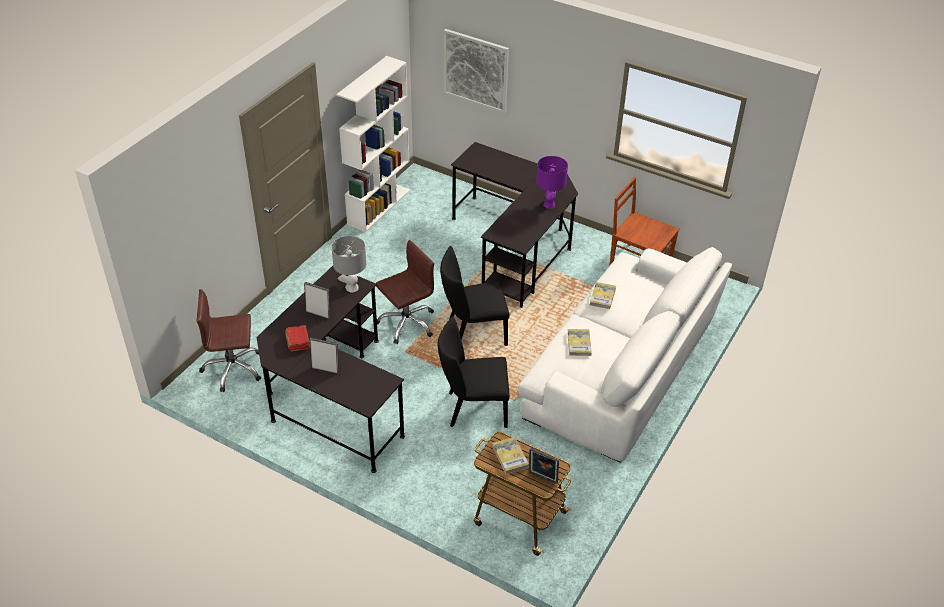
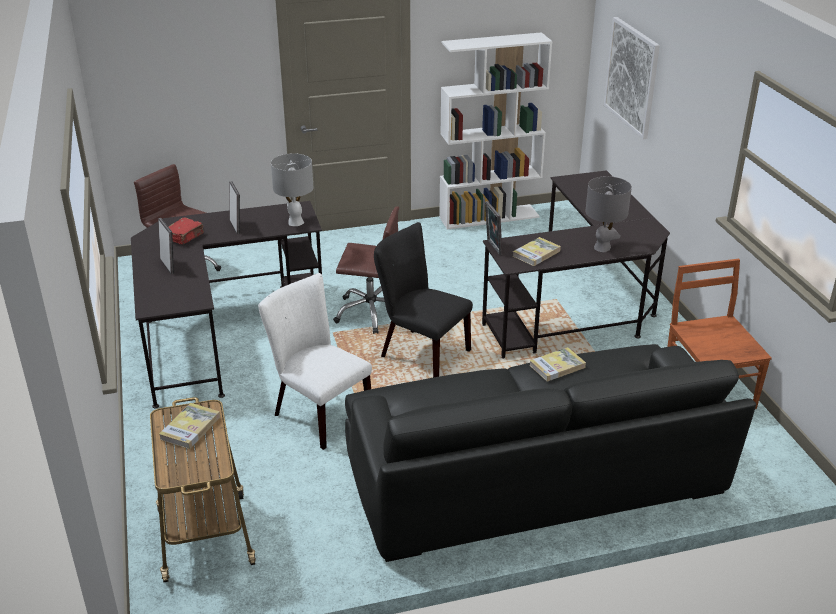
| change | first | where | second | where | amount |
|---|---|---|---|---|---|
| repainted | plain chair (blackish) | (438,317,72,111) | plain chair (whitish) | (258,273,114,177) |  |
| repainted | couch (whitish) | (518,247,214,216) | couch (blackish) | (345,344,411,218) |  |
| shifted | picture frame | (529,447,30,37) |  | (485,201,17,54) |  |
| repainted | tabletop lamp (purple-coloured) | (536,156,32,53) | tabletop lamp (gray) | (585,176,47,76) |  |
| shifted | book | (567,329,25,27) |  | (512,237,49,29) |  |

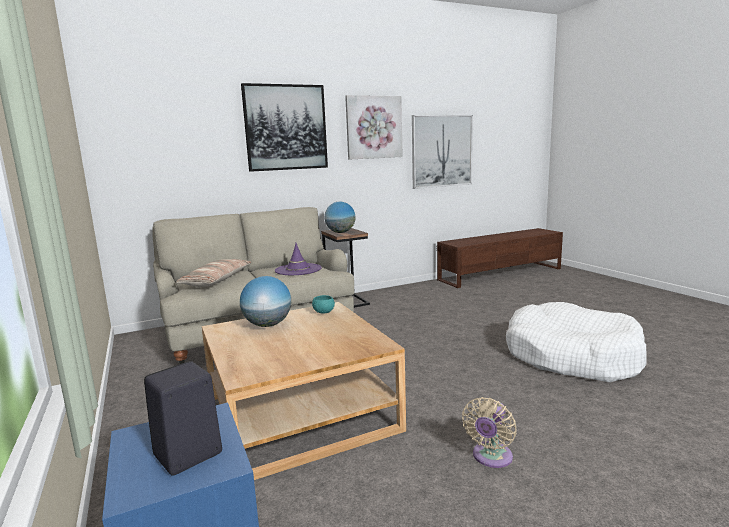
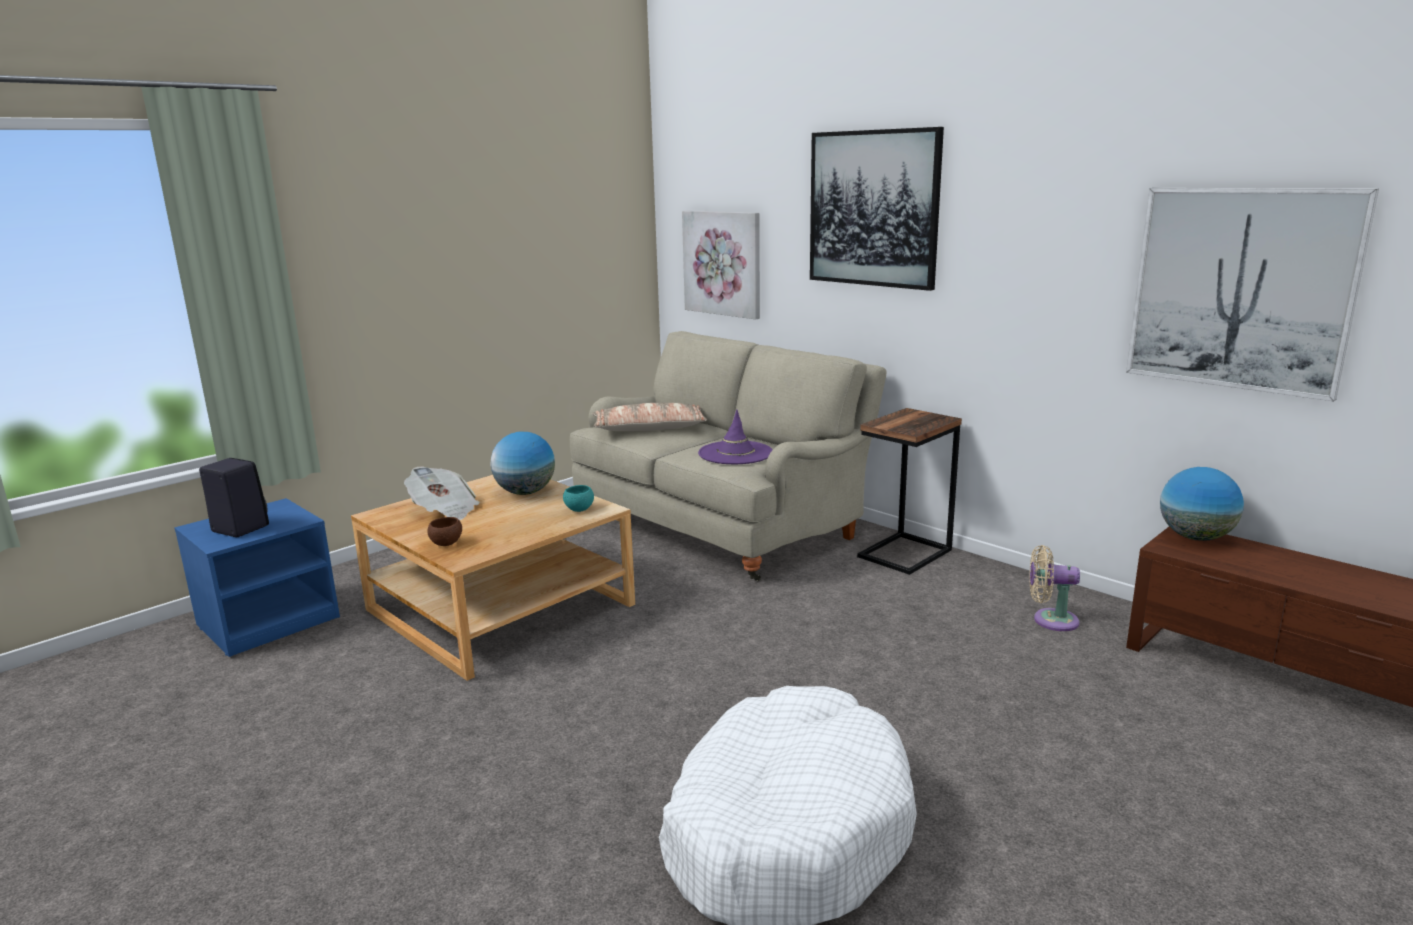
| change | first | where | second | where | amount |
|---|---|---|---|---|---|
| shifted | world globe | (324,202,32,31) |  | (1160,467,84,74) |  |
| shifted | picture | (345,95,58,64) |  | (682,211,78,109) |  |
| shifted | cooling fan (sand-coloured) | (462,397,55,71) |  | (1029,545,51,86) |  |
| new |  |  | newspaper | (404,466,76,55) |  |
| new |  |  | deep dish (brown) | (427,517,35,29) |  |

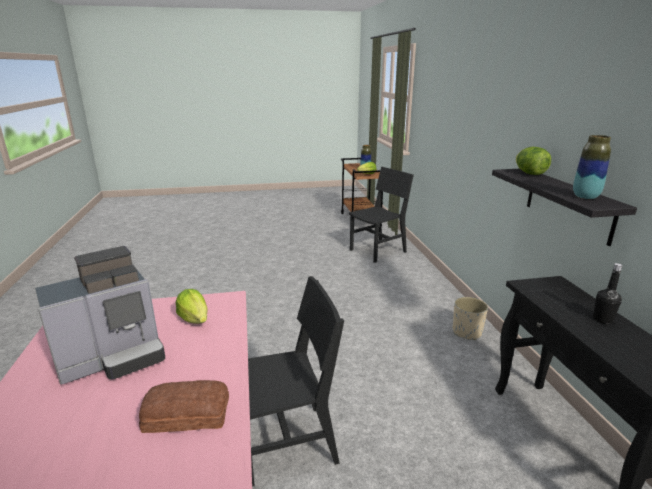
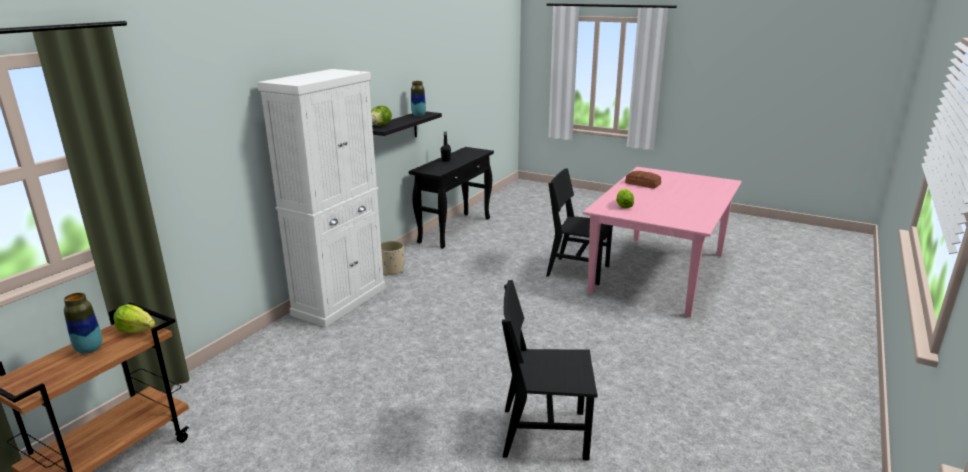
| change | first | where | second | where | amount |
|---|---|---|---|---|---|
| gone | coffee brewer | (35,246,130,139) |  |  |  |
| shifted | plain chair (blackish) | (349,167,65,96) |  | (502,280,96,180) |  |
| new |  |  | cabinet (whitish) | (257,69,129,258) |  |

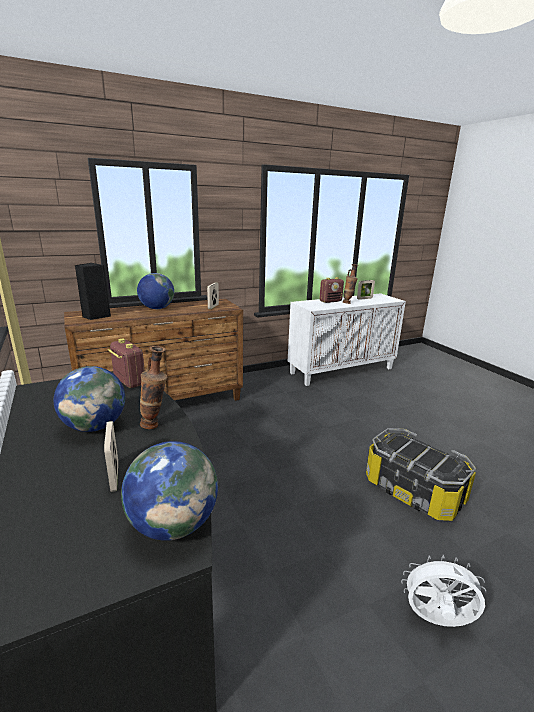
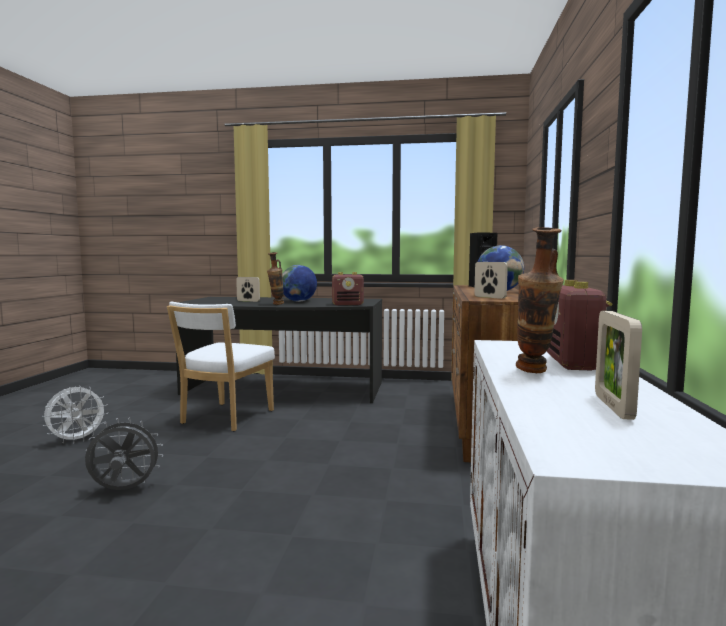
| change | first | where | second | where | amount |
|---|---|---|---|---|---|
| gone | world globe | (121,441,97,100) |  |  |  |
| swapped | storage bin | (366,428,110,93) | cooling fan (gray) | (85,417,78,73) |  |
| new |  |  | plain chair (whitish) | (167,302,108,129) |  |

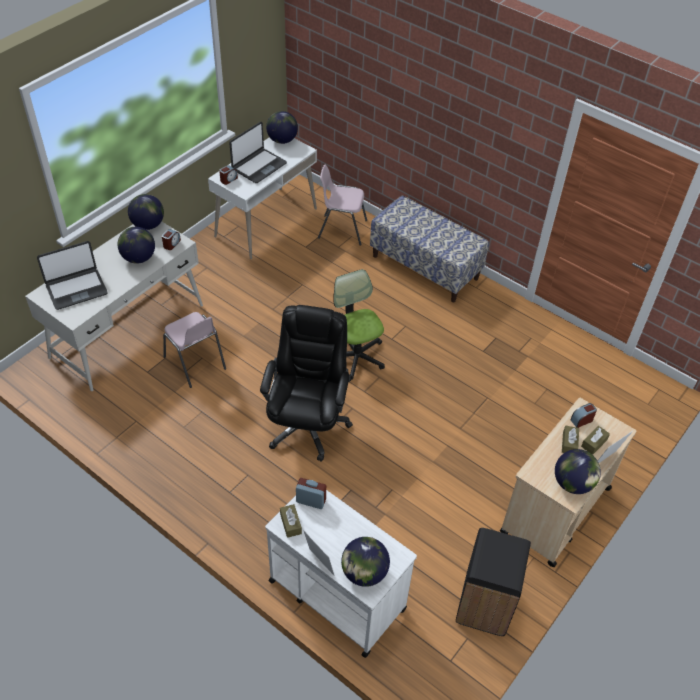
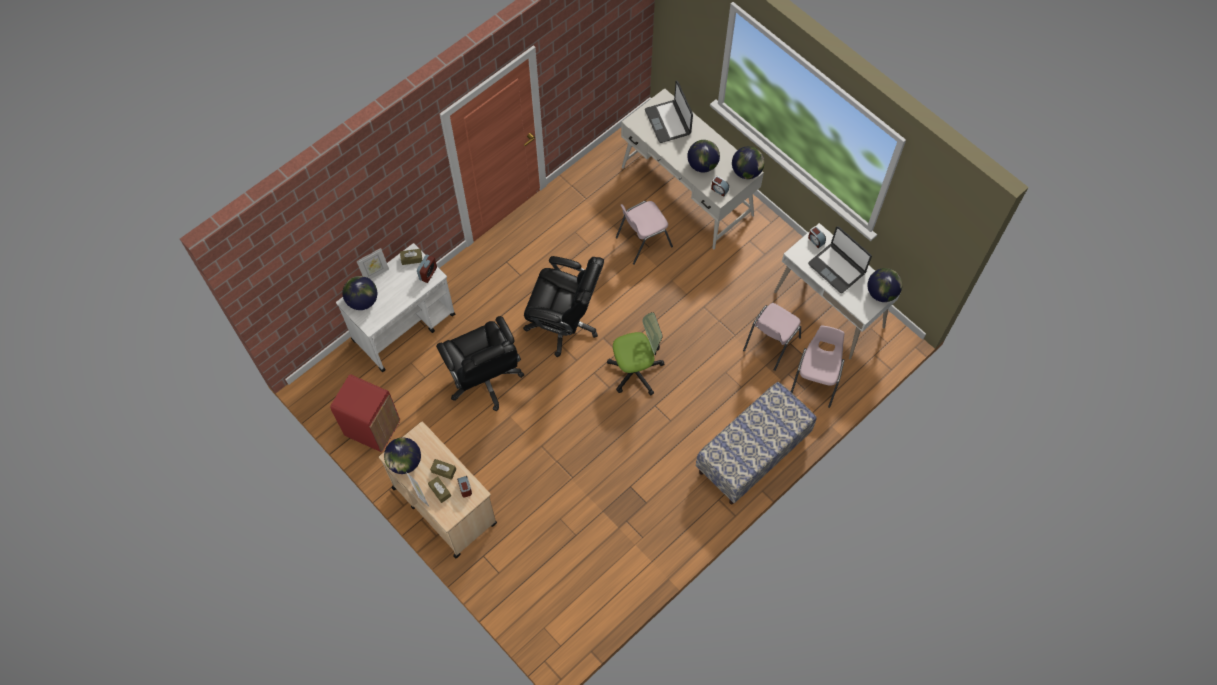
| change | first | where | second | where | amount |
|---|---|---|---|---|---|
| repainted | rubbish bin (blackish) | (456,528,75,108) | rubbish bin (red-coloured) | (330,374,70,78) |  |
| new |  |  | desk chair (blackish) | (436,316,88,95) |  |
| new |  |  | plain chair (pinkish) | (743,303,58,68) |  |

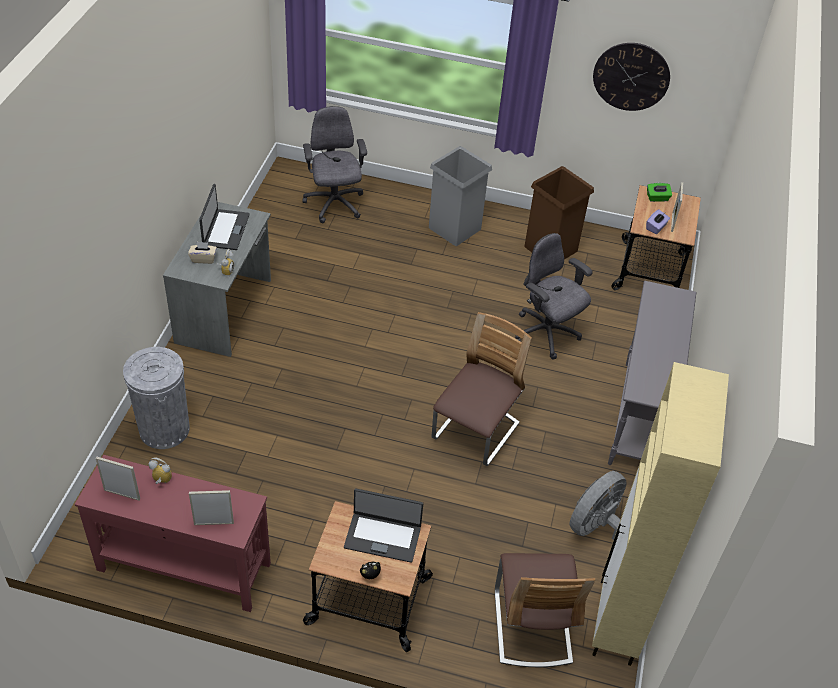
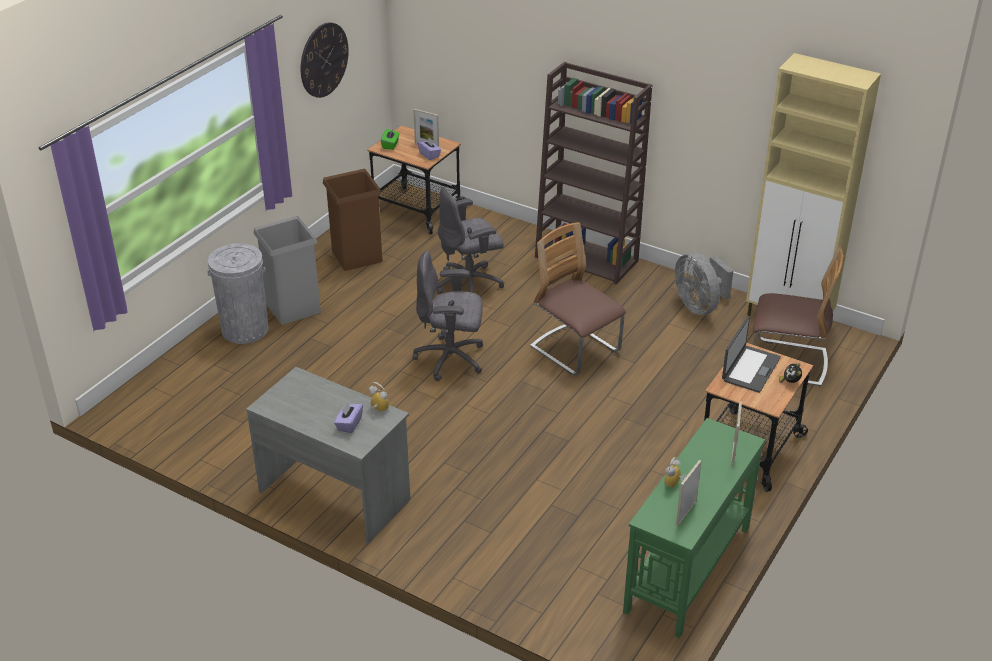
| change | first | where | second | where | amount |
|---|---|---|---|---|---|
| repainted | console table (red-coloured) | (75,455,196,157) | console table (greenish) | (623,418,142,220) |  |
| shifted | rubbish bin (gray) | (123,347,67,102) |  | (207,243,62,101) |  |
| repainted | tissue box (sand-coloured) | (188,242,29,22) | tissue box (purple-coloured) | (334,402,29,31) |  |
| gone | portable computer | (199,184,51,66) |  |  |  |
| shifted | desk chair (gray) | (302,106,65,117) |  | (413,251,70,131) |  |
| swapped | console table (gray) | (608,281,88,184) | shelving unit (brown) | (535,62,117,223) |  |

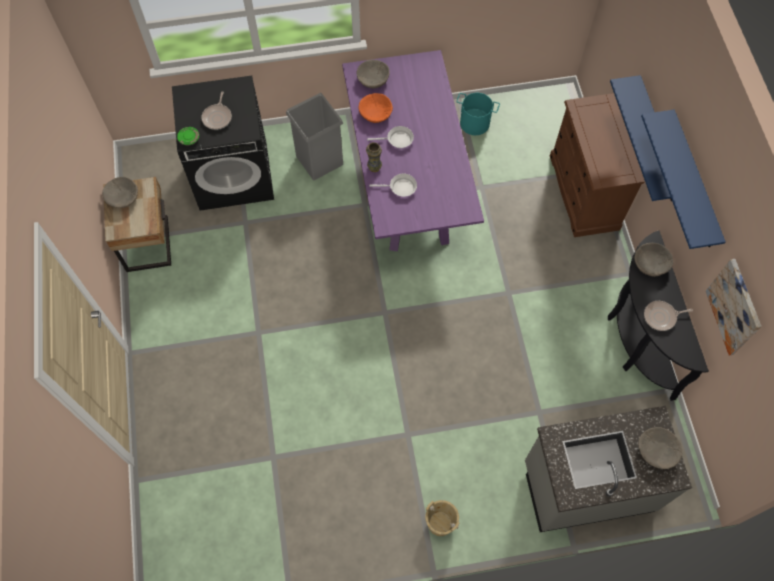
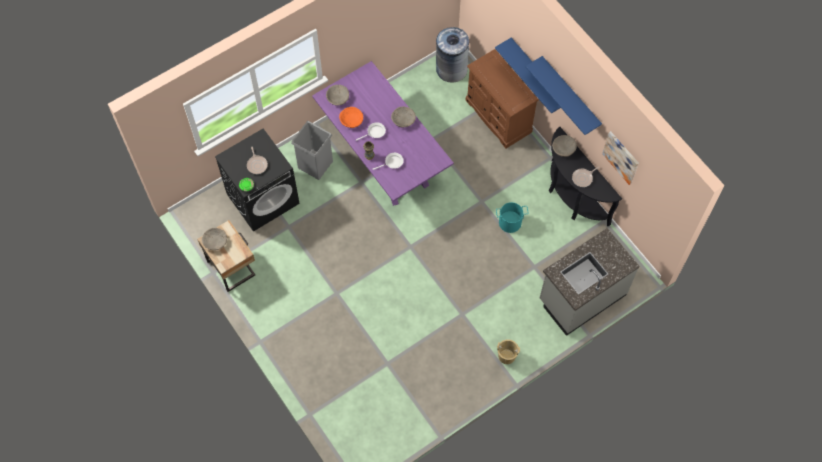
| change | first | where | second | where | amount |
|---|---|---|---|---|---|
| shifted | pail (turquoise) | (456,93,44,42) |  | (496,202,33,31) |  |
| shifted | deep dish (sand-coloured) | (638,427,44,42) |  | (391,106,25,22) |  |
| new |  |  | rubbish bin (gray) | (436,27,33,56) |  |

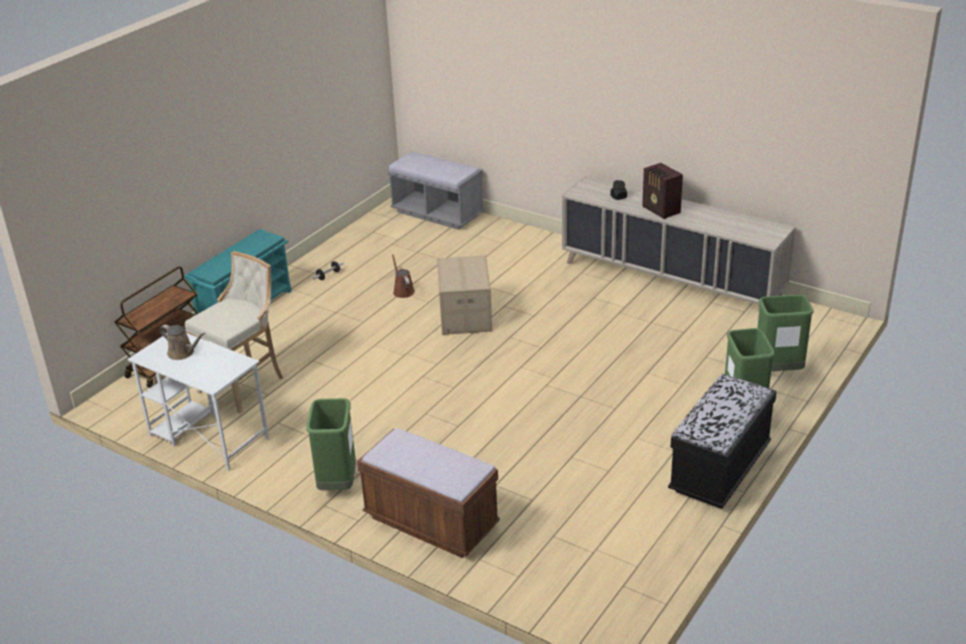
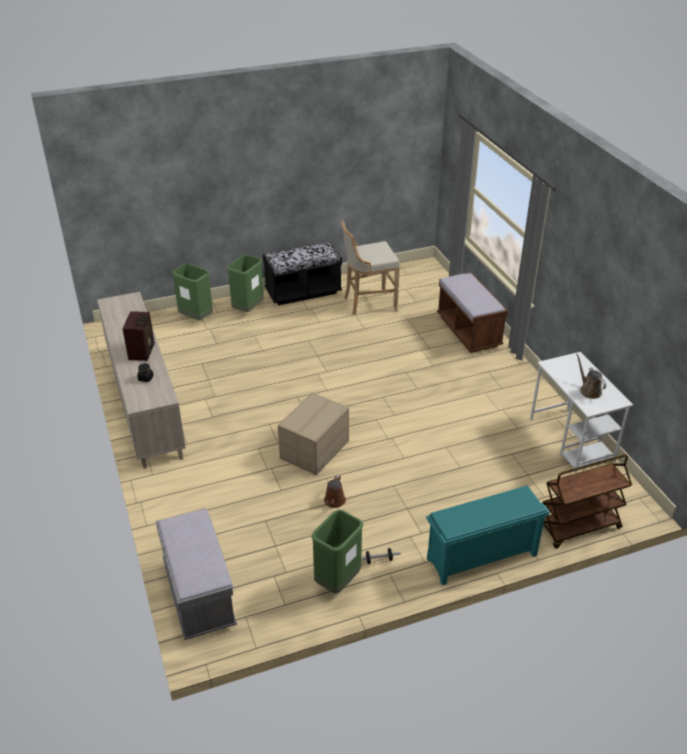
| change | first | where | second | where | amount |
|---|---|---|---|---|---|
| shifted | sitting stool (sand-coloured) | (185,251,98,162) |  | (341,220,59,95) |  |
| shifted | rubbish bin (greenish) | (306,398,50,92) |  | (311,509,52,84) |  |

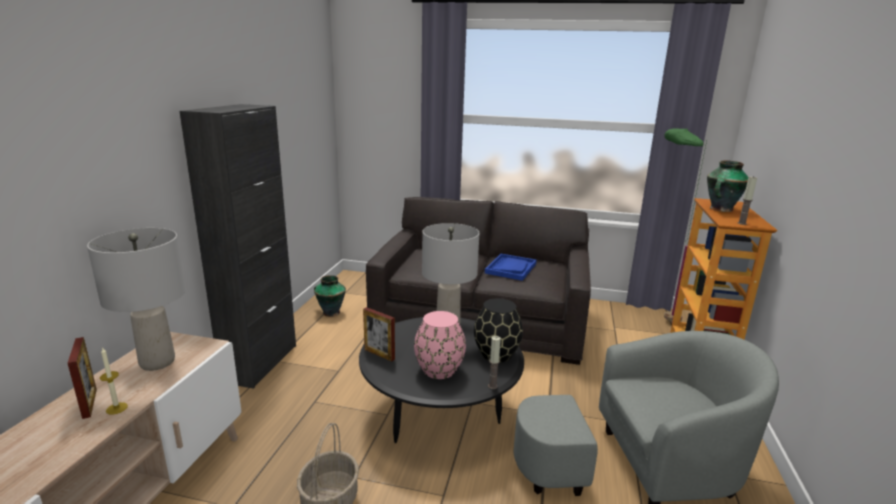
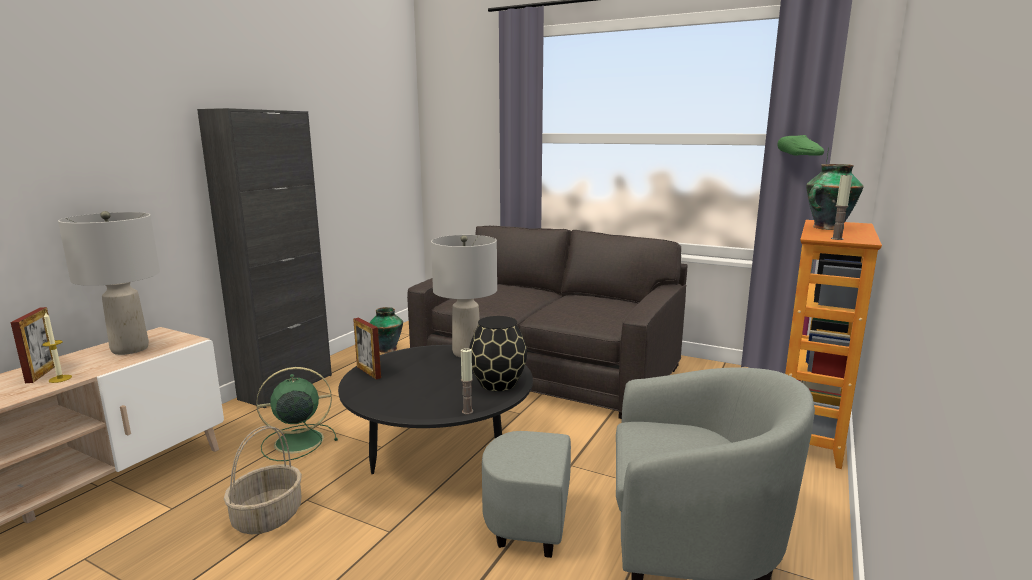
| change | first | where | second | where | amount |
|---|---|---|---|---|---|
| gone | decorative vase (pinkish) | (414,311,52,68) |  |  |  |
| gone | serving tray (blue-coloured) | (485,254,52,27) |  |  |  |
| new |  |  | cooling fan (greenish) | (256,367,82,94) |  |

